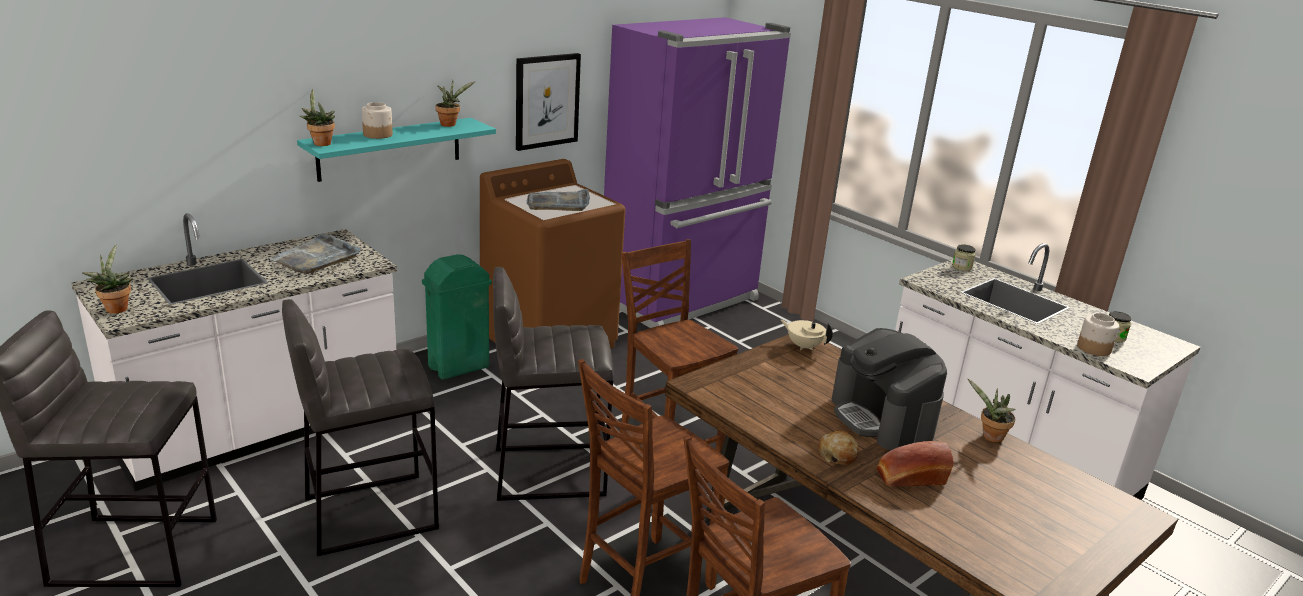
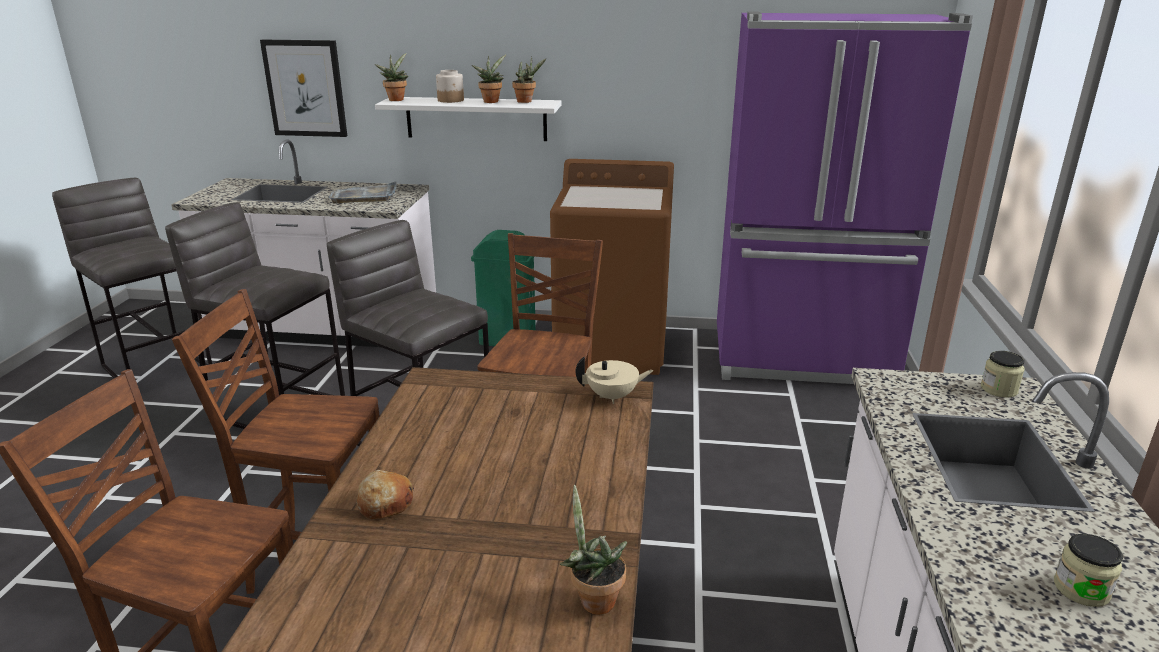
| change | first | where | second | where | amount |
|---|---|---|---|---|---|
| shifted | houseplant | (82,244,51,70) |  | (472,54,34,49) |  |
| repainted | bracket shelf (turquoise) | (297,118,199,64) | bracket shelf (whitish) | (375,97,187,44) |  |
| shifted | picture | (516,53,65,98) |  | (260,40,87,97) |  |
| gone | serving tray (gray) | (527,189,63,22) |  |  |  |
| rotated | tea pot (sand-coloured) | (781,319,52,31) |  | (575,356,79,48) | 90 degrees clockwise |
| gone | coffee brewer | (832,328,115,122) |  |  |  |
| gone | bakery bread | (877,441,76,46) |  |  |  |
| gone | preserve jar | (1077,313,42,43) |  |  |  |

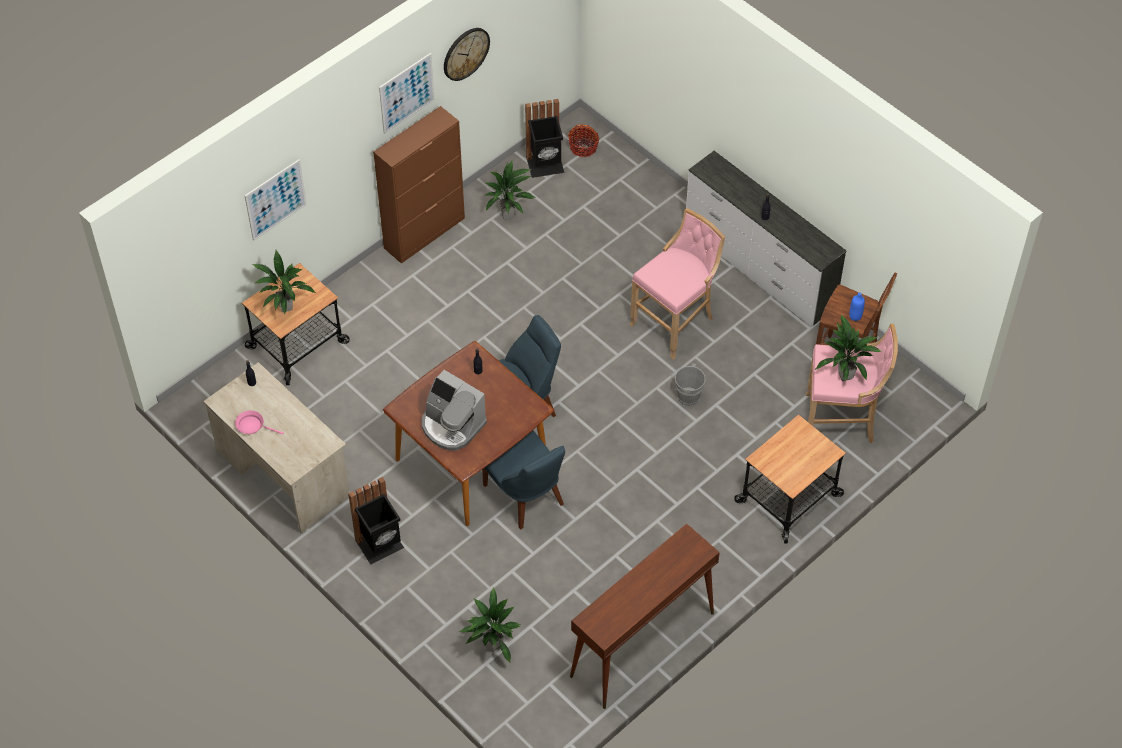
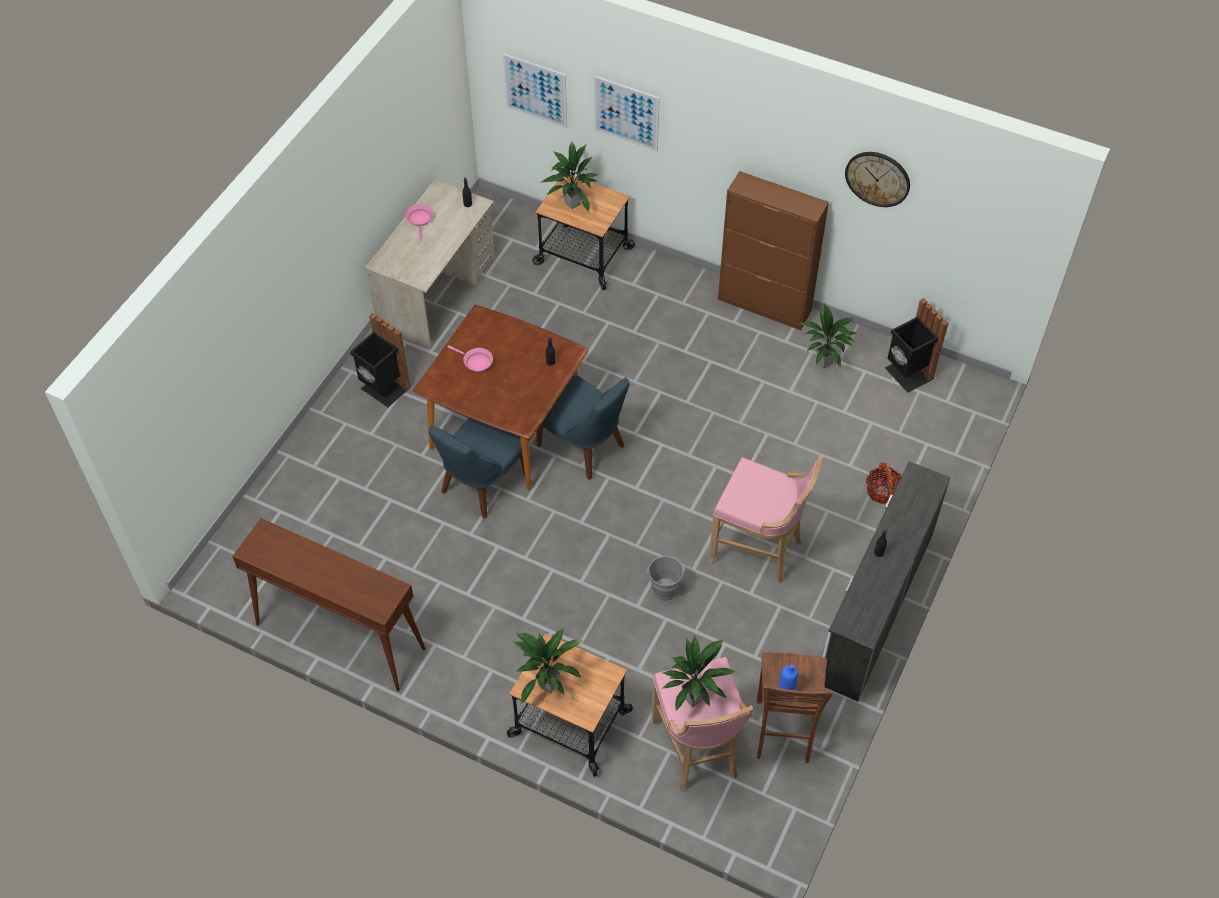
| change | first | where | second | where | amount |
|---|---|---|---|---|---|
| shifted | picture | (379,53,56,81) |  | (503,54,64,74) |  |
| swapped | coffee brewer | (422,370,65,80) | frying pan (pinkish) | (448,345,45,27) |  |
| shifted | houseplant | (459,587,62,75) |  | (514,628,69,76) |  |
| shifted | basket | (568,124,31,33) |  | (866,462,35,42) |  |

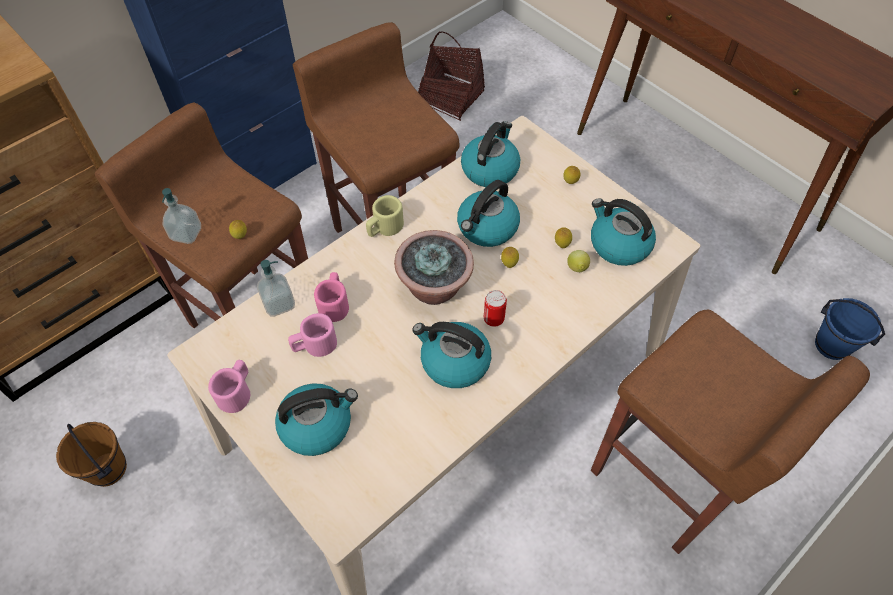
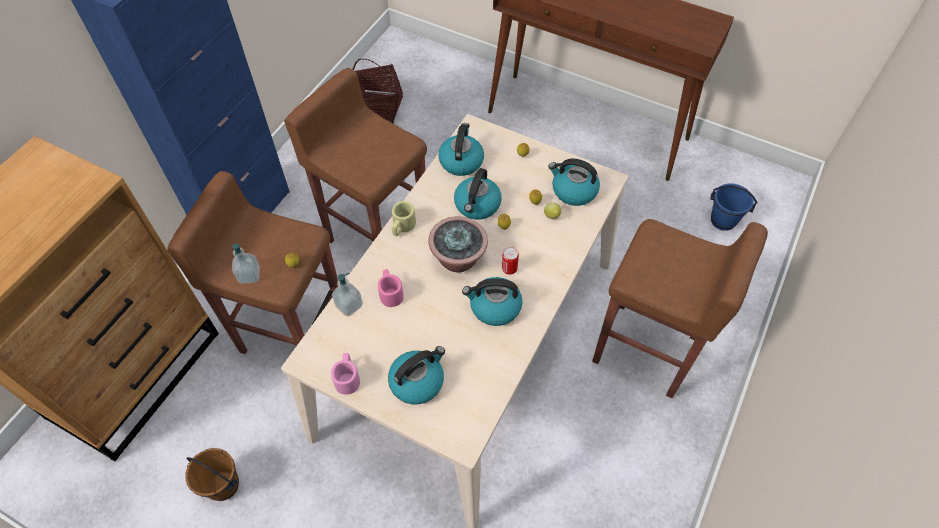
| change | first | where | second | where | amount |
|---|---|---|---|---|---|
| gone | coffee mug (pinkish) | (288,313,49,44) |  |  |  |

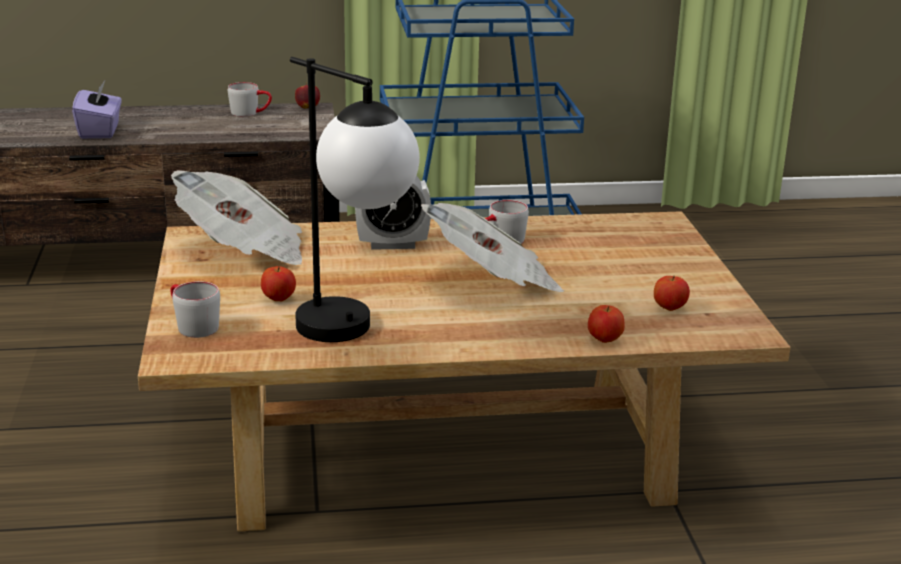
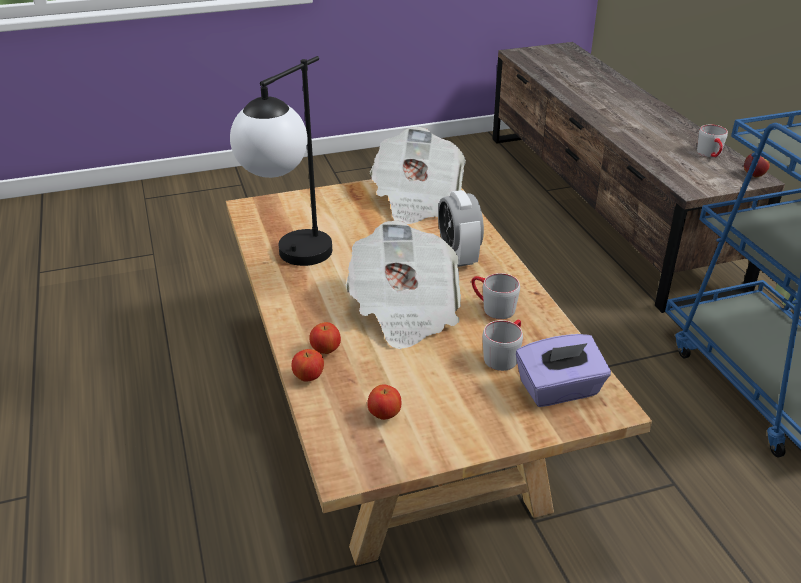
| change | first | where | second | where | amount |
|---|---|---|---|---|---|
| shifted | tissue box (purple-coloured) | (72,81,50,58) |  | (516,334,95,73) |  |
| shifted | coffee mug (gray) | (170,281,50,57) |  | (483,320,40,51) |  |
| shifted | apple fruit | (261,266,35,35) |  | (309,322,32,32) |  |

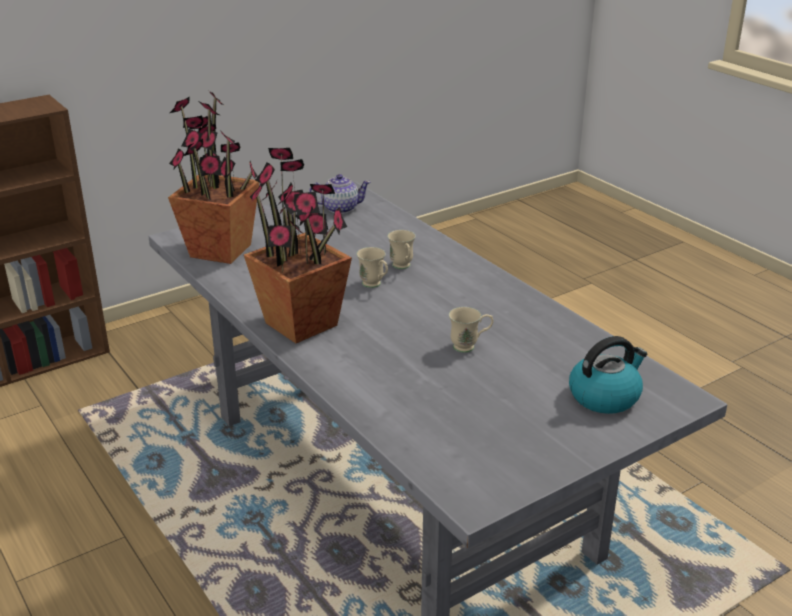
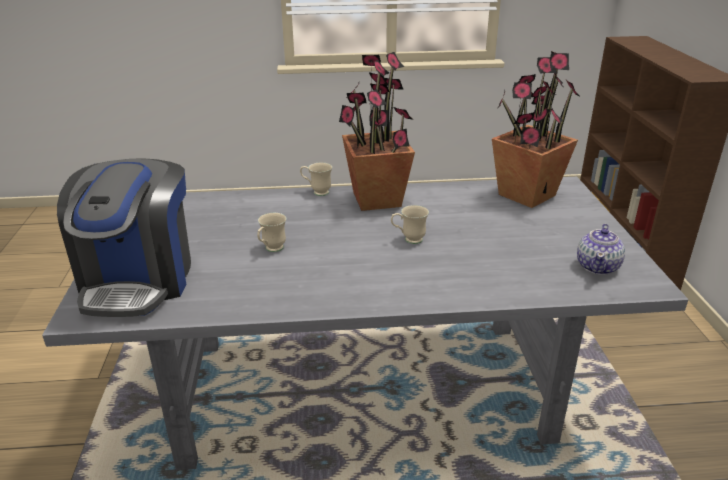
| change | first | where | second | where | amount |
|---|---|---|---|---|---|
| shifted | coffee mug (sand-coloured) | (387,230,29,39) |  | (300,162,32,34) |  |
| swapped | water kettle | (569,336,78,78) | coffee brewer | (57,158,134,159) |  |

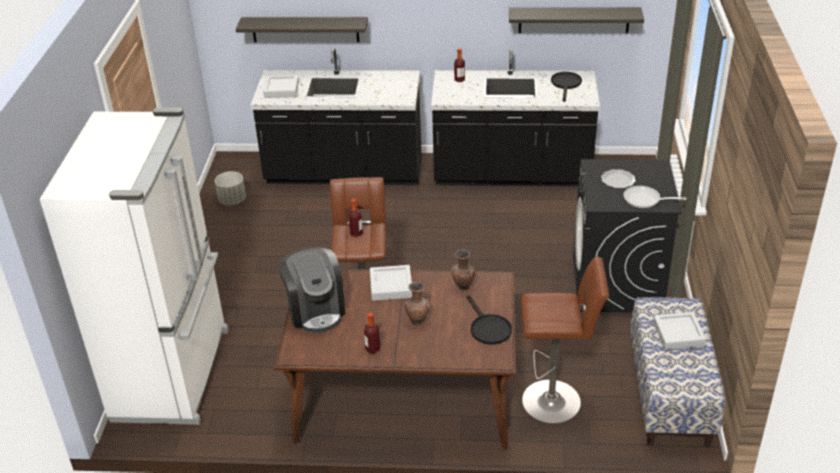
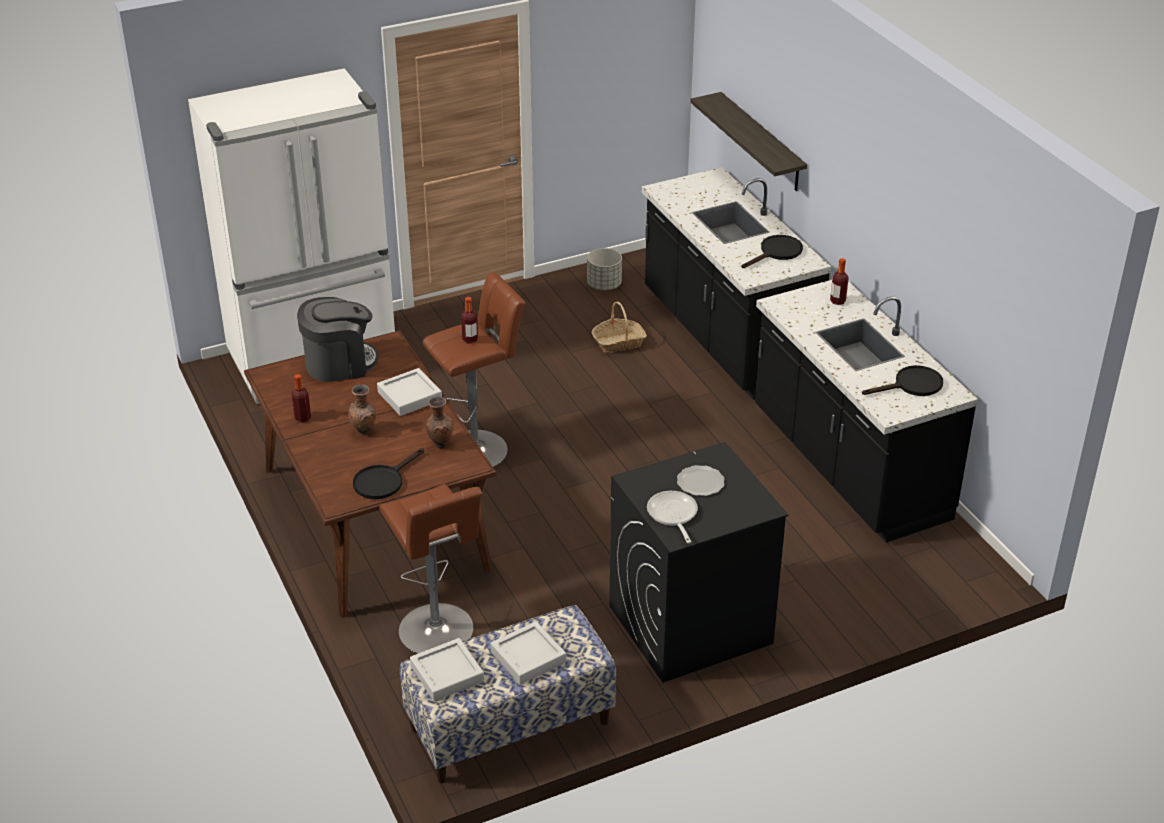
| change | first | where | second | where | amount |
|---|---|---|---|---|---|
| shifted | serving tray (gray) | (263,75,36,23) |  | (410,638,74,63) |  |
| rotated | coffee brewer | (279,248,67,85) |  | (297,297,81,85) | 150 degrees counterclockwise |
| gone | bracket shelf | (509,7,135,26) |  |  |  |
| new |  |  | basket | (592,302,55,51) |  |
| new |  |  | frying pan (blackish) | (741,235,62,33) |  |

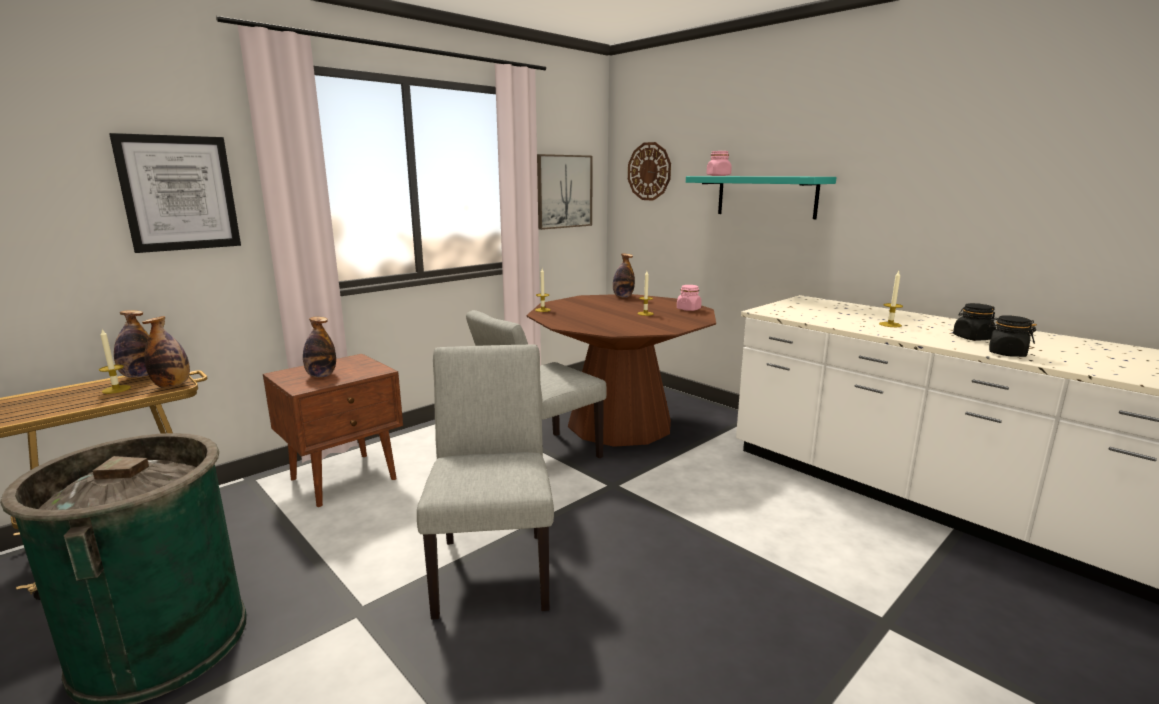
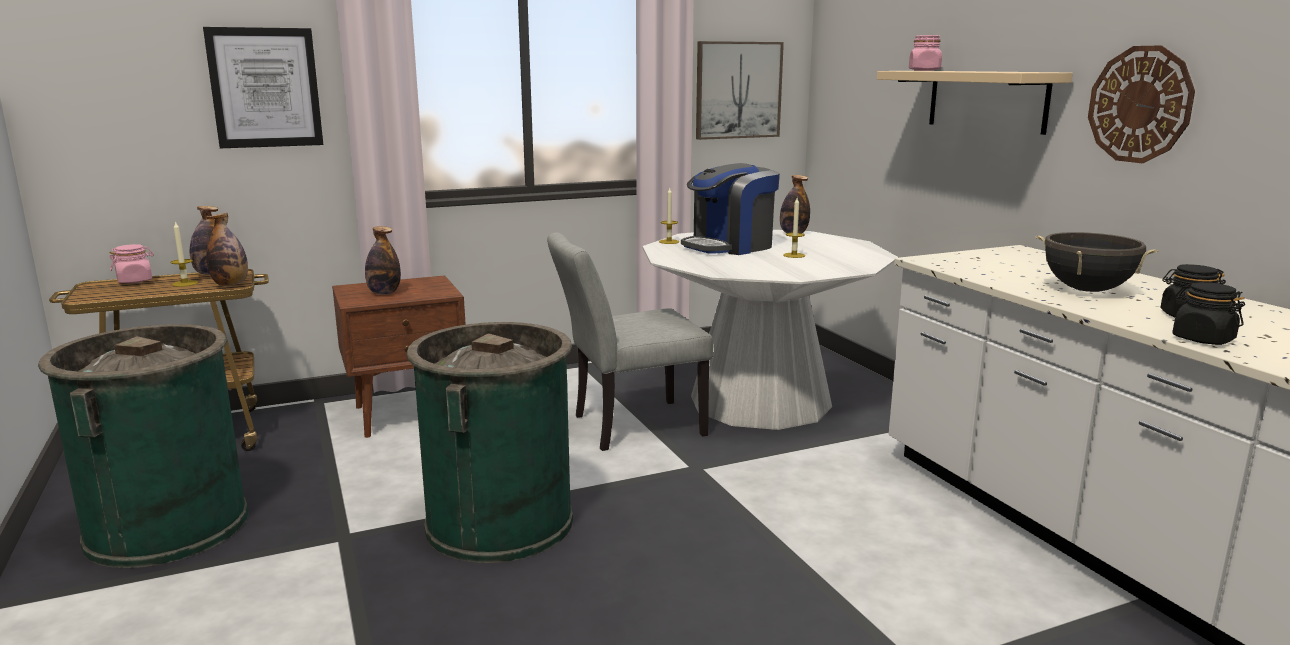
| change | first | where | second | where | amount |
|---|---|---|---|---|---|
| swapped | plain chair (gray) | (417,344,137,276) | rubbish bin (greenish) | (407,322,166,241) |  |
| repainted | dinner table (brown) | (527,294,189,153) | dinner table (whitish) | (642,230,256,200) |  |
| shifted | clock on the wall | (628,142,43,58) |  | (1088,45,107,118) |  |
| shifted | preserve jar (pinkish) | (677,285,25,26) |  | (109,244,45,39) |  |
| repainted | bracket shelf (turquoise) | (686,176,151,43) | bracket shelf (sand-coloured) | (877,71,196,64) |  |
| swapped | candle | (879,271,24,56) | saucepot (blackish) | (1036,232,122,60) |  |
| new |  |  | coffee brewer | (681,163,99,92) |  |

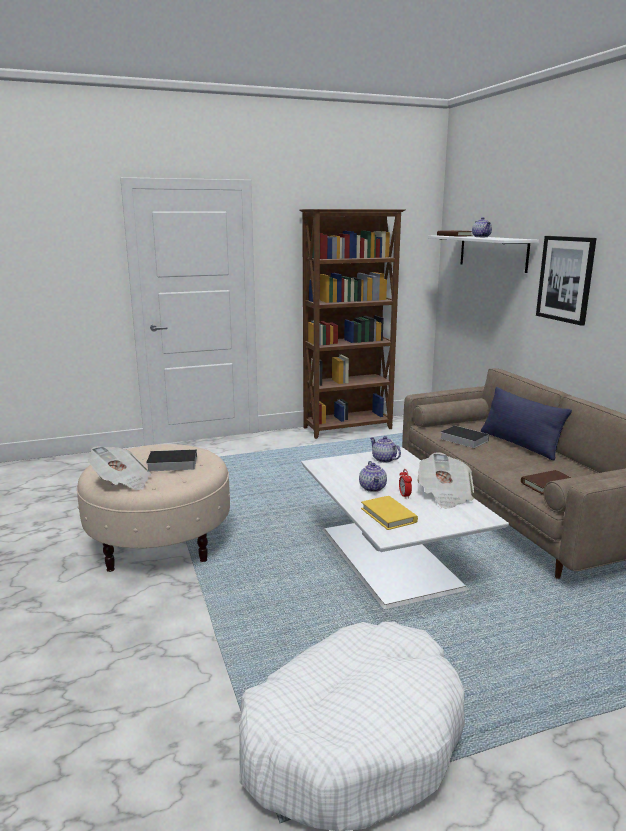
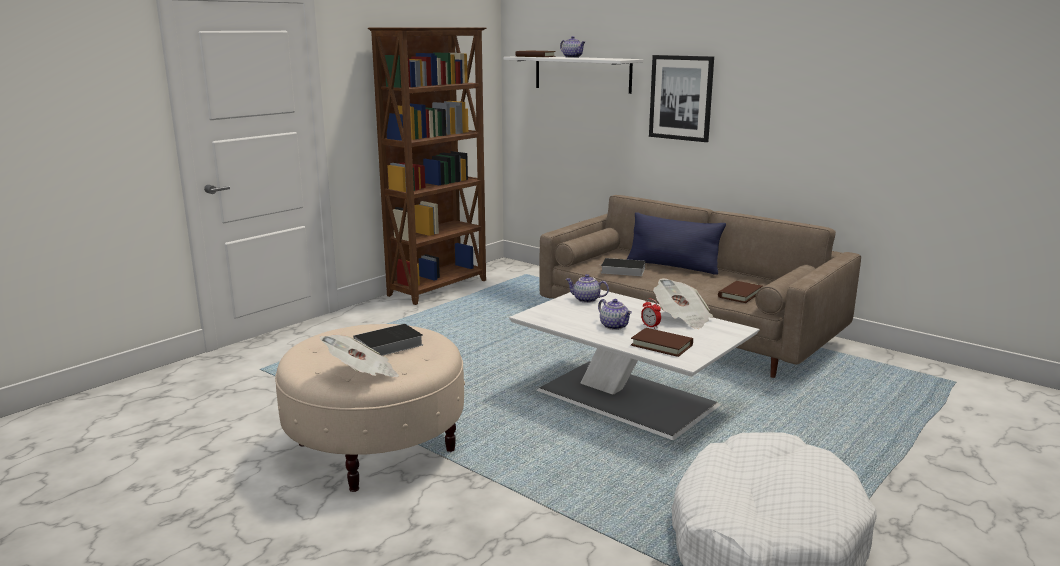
| change | first | where | second | where | amount |
|---|---|---|---|---|---|
| repainted | book (yellowish) | (361,496,57,34) | book (brown) | (631,328,62,29) |  |

